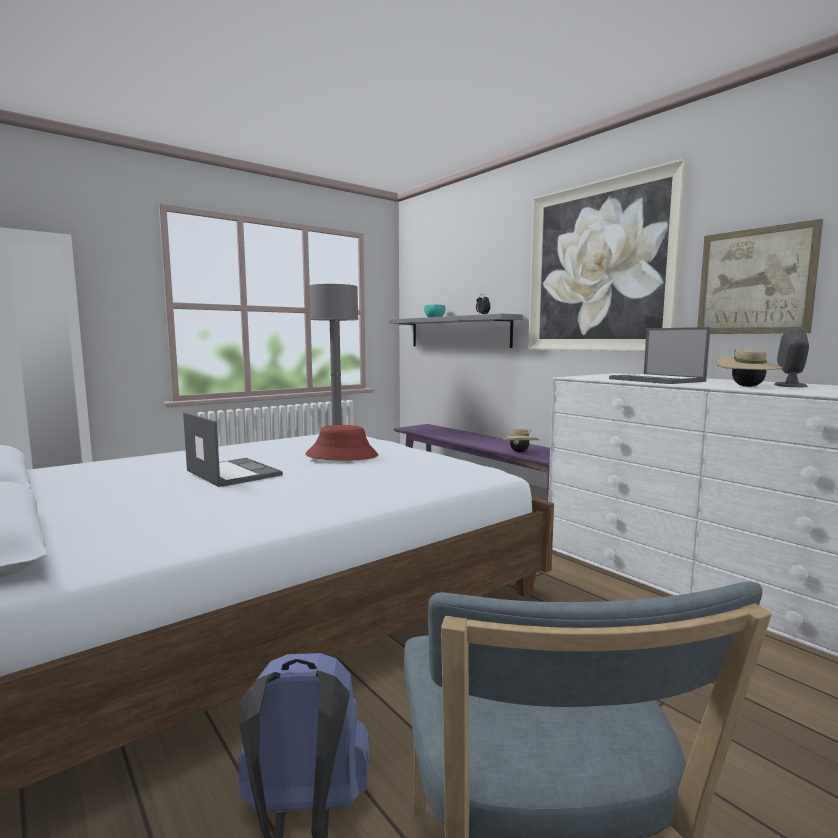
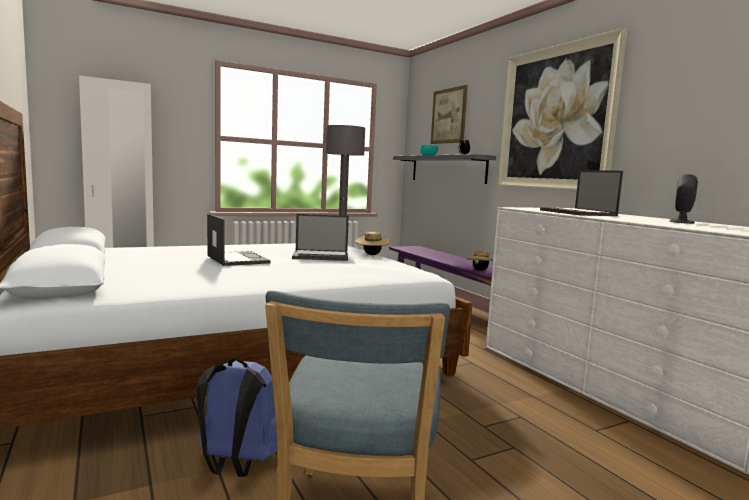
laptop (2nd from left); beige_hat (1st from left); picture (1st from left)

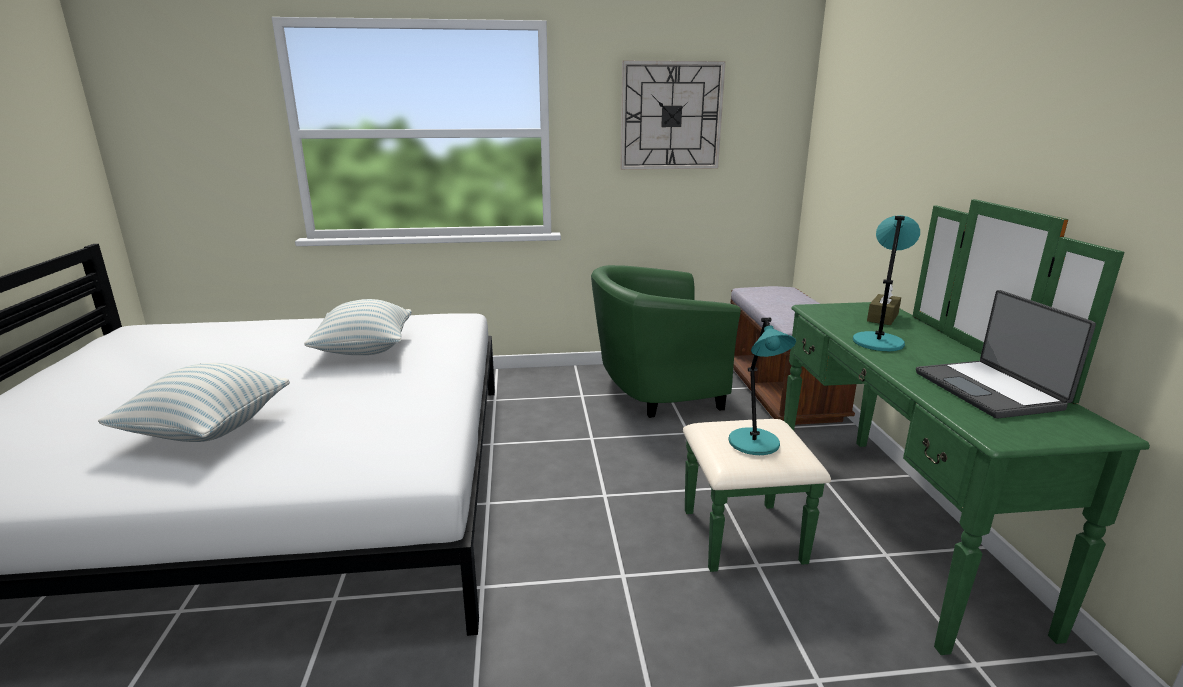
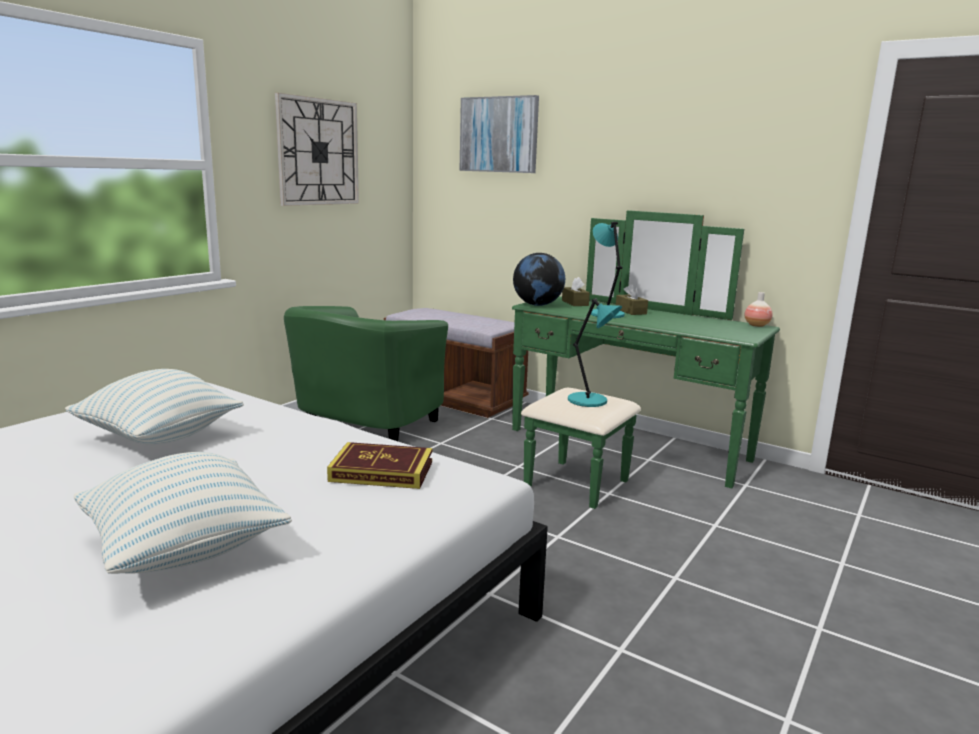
book; picture; globe; brown_tissue_box (2nd from left); vase; laptop

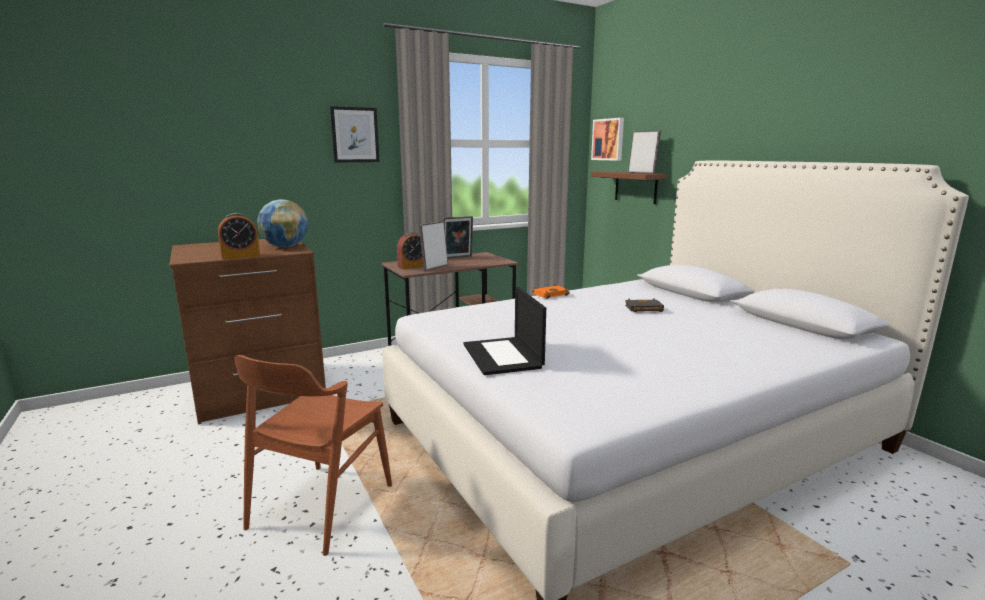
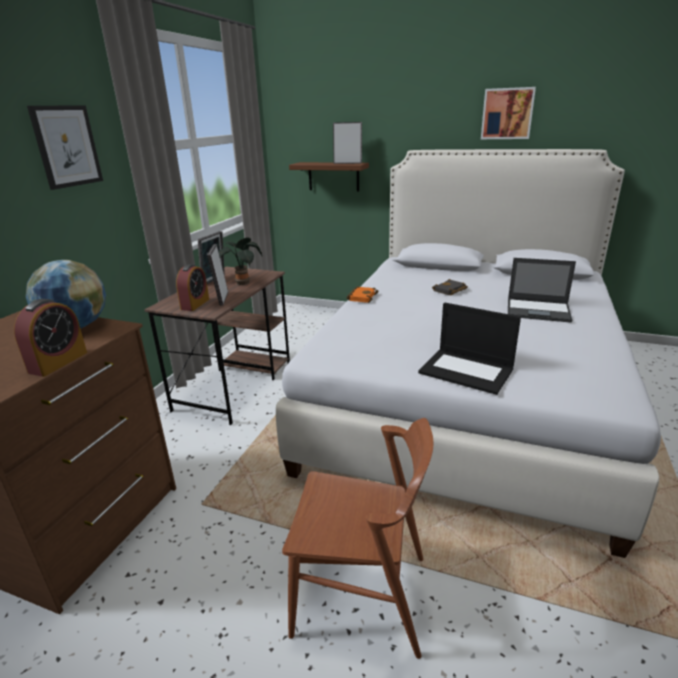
potted_plant; brown_chair; picture (2nd from left); laptop (2nd from left)

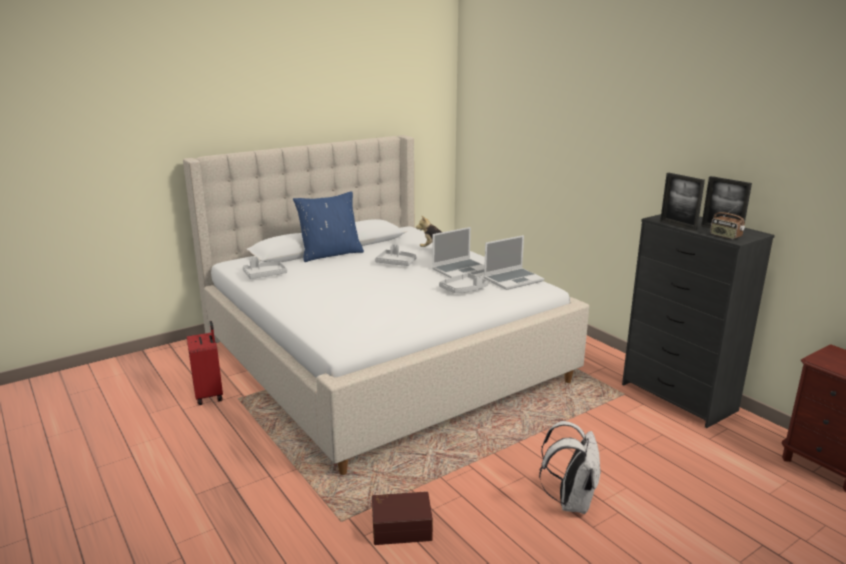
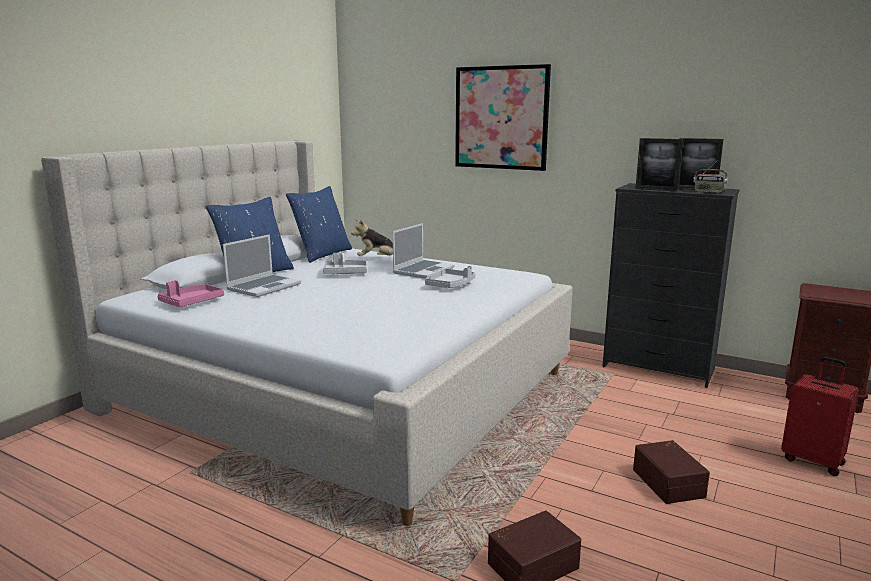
pink_tray; laptop (1st from left); blue_pillow (2nd from left); picture; brown_storage_box (2nd from left); red_suitcase

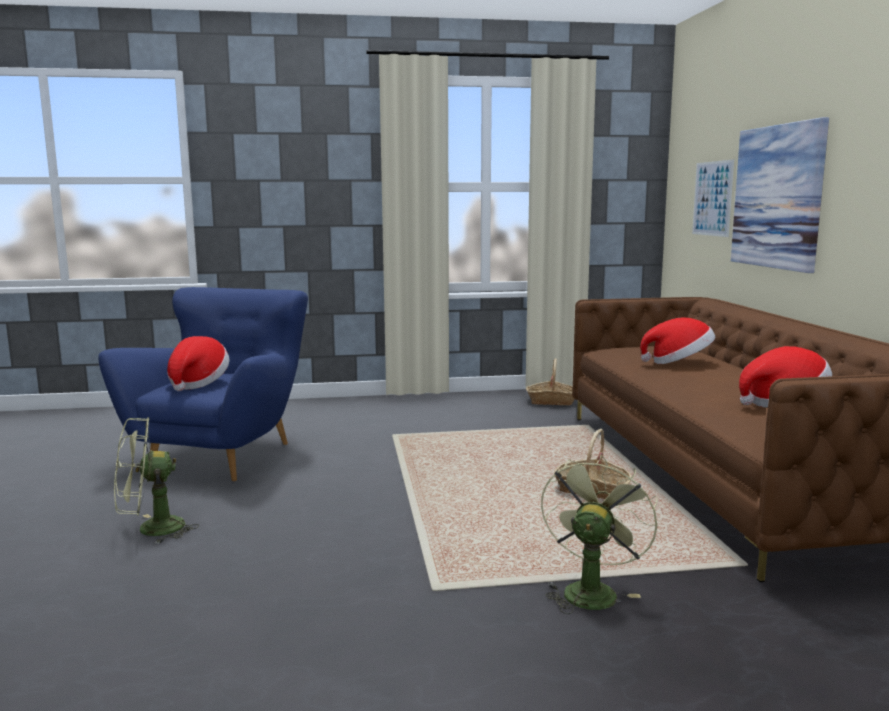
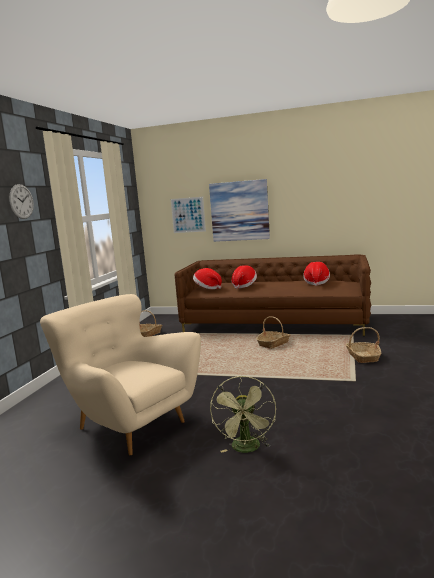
wall_clock; beige_armchair; hat (1st from left); basket (3rd from left)

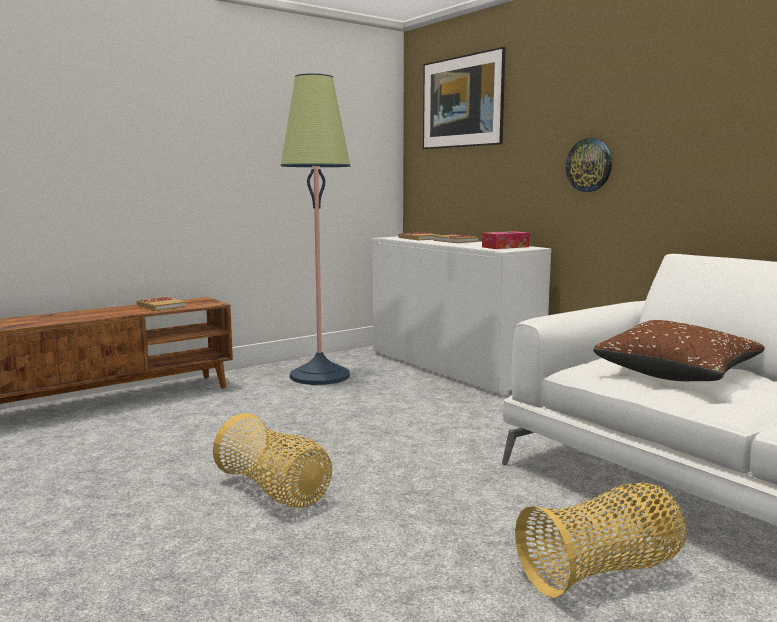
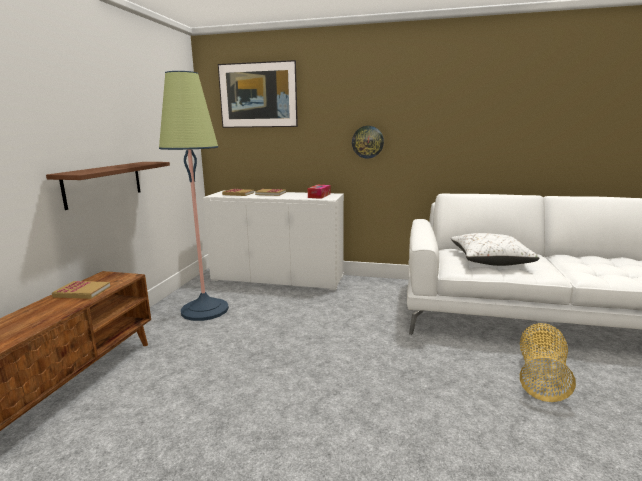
brown_shelf; white_pillow; basket (1st from left in the first image)

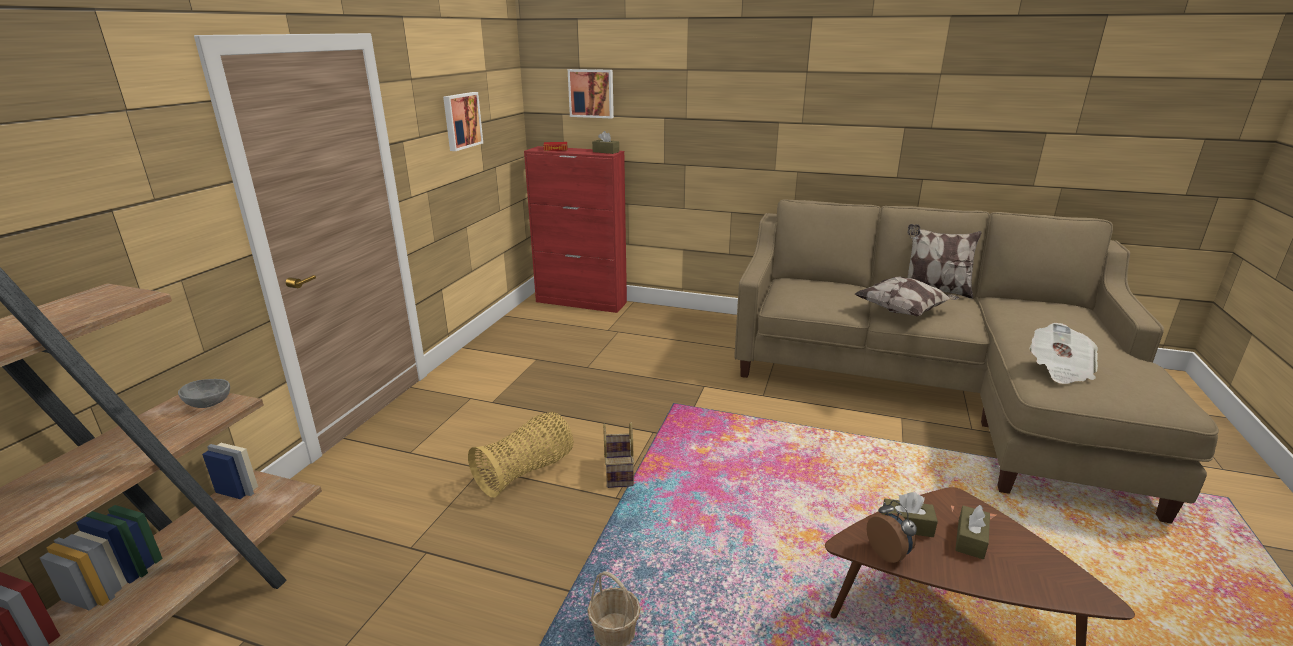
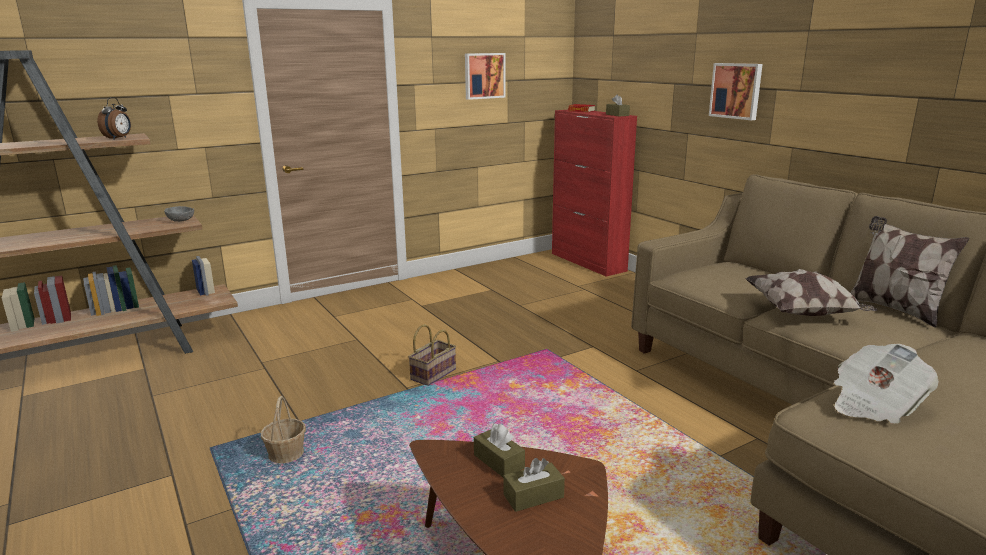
alarm_clock; picture (2nd from left); basket (1st from left in the first image)

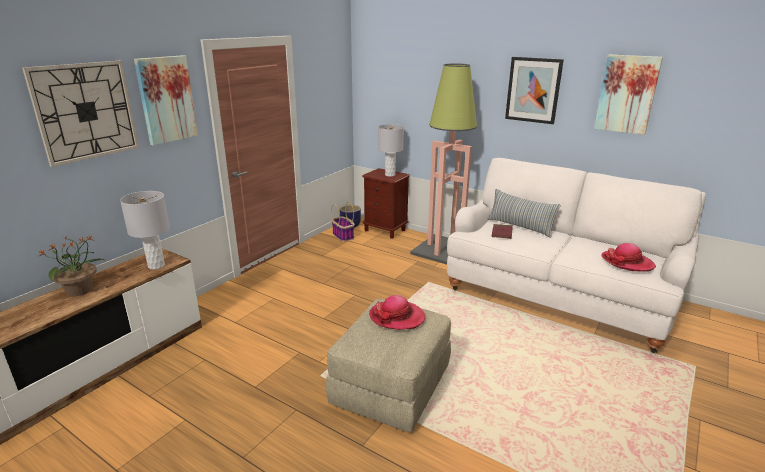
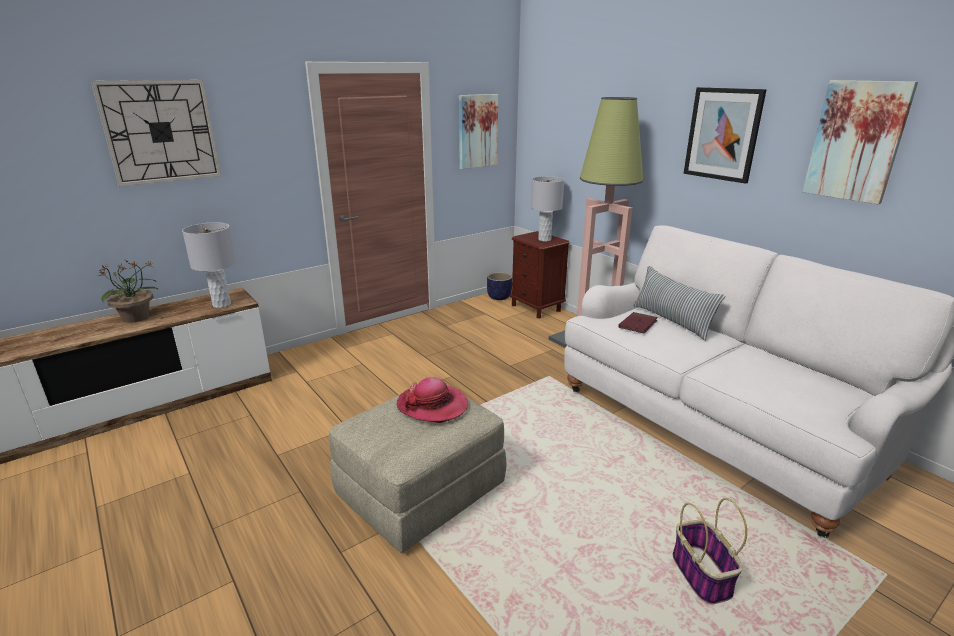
picture (1st from left); basket; hat (2nd from left in the first image)

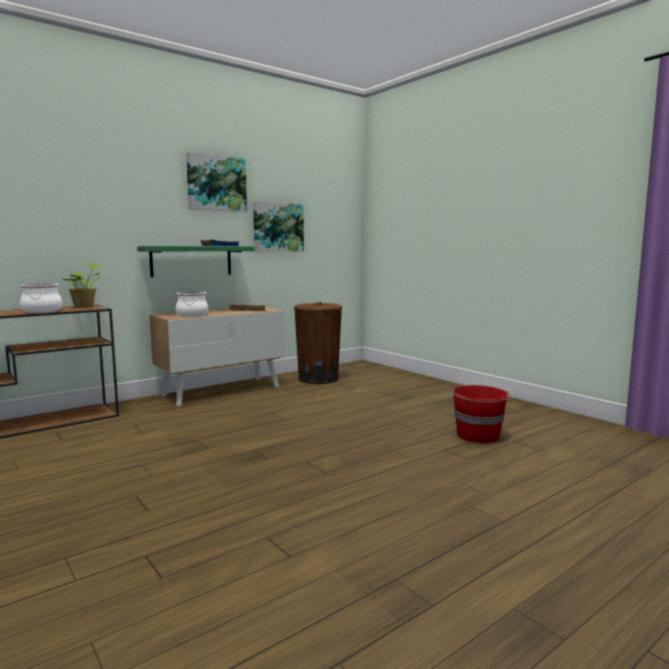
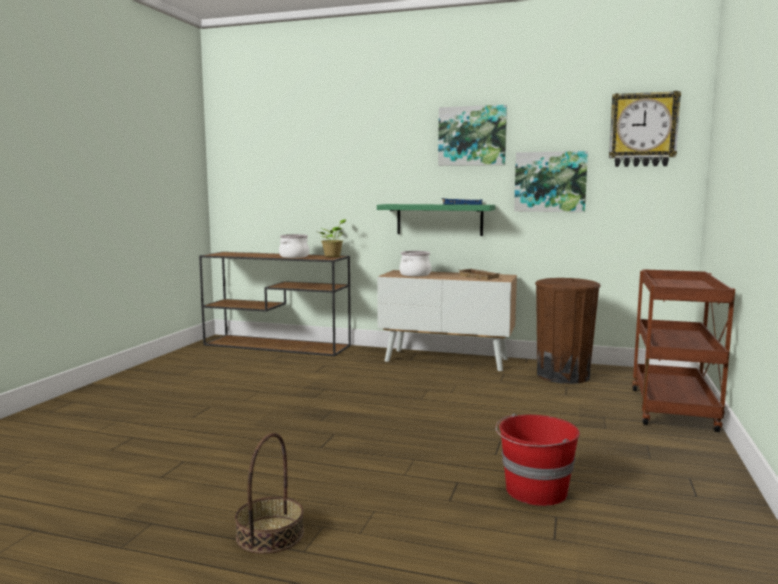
basket; wall_clock; brown_cart

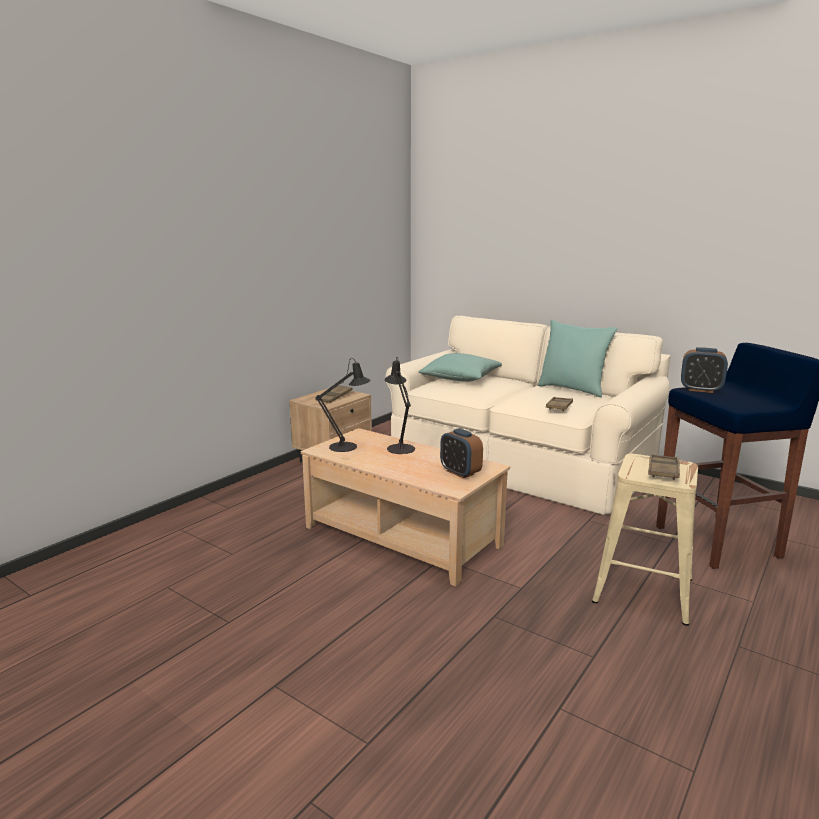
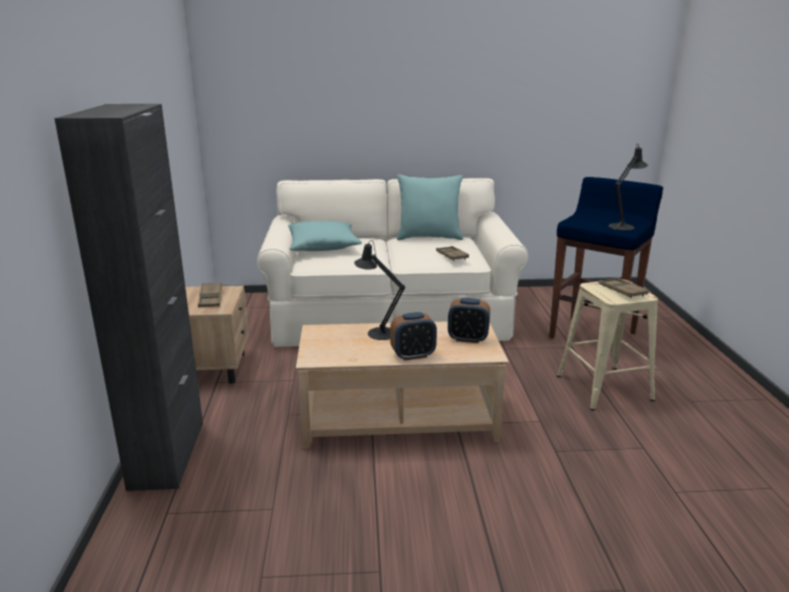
black_cabinet; alarm_clock (1st from left); black_table_lamp (2nd from left)

